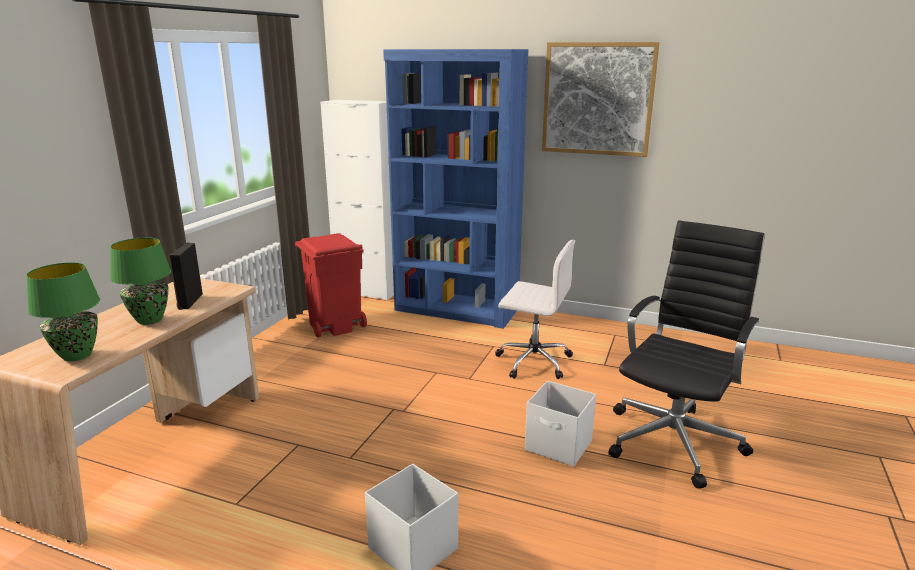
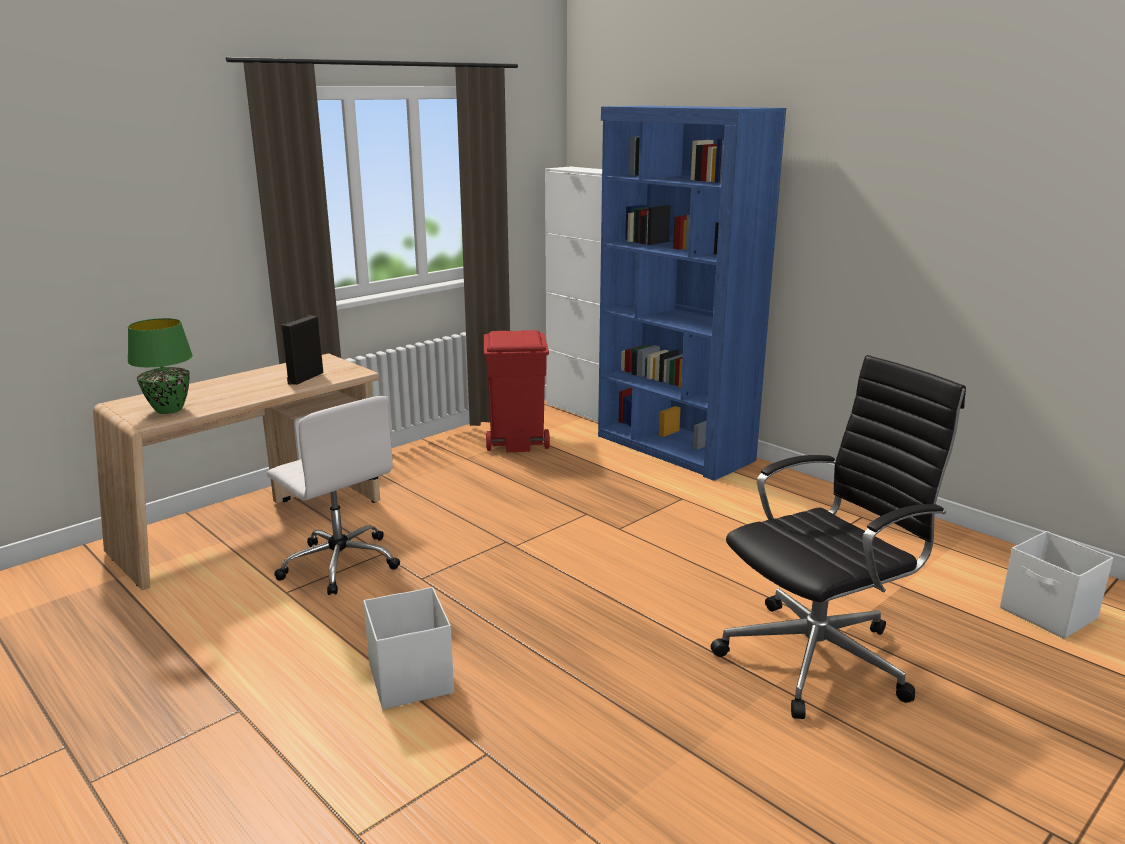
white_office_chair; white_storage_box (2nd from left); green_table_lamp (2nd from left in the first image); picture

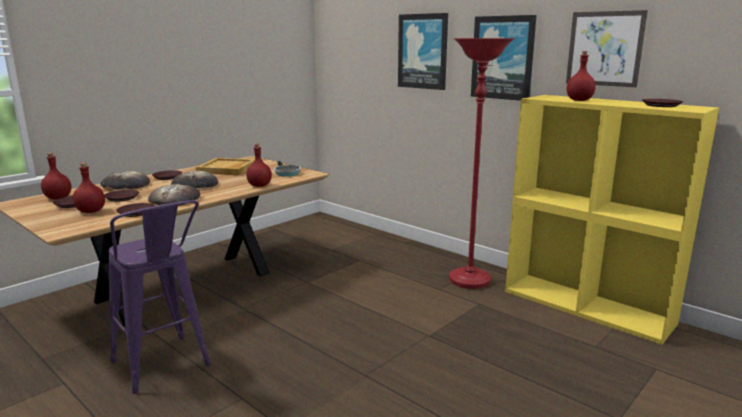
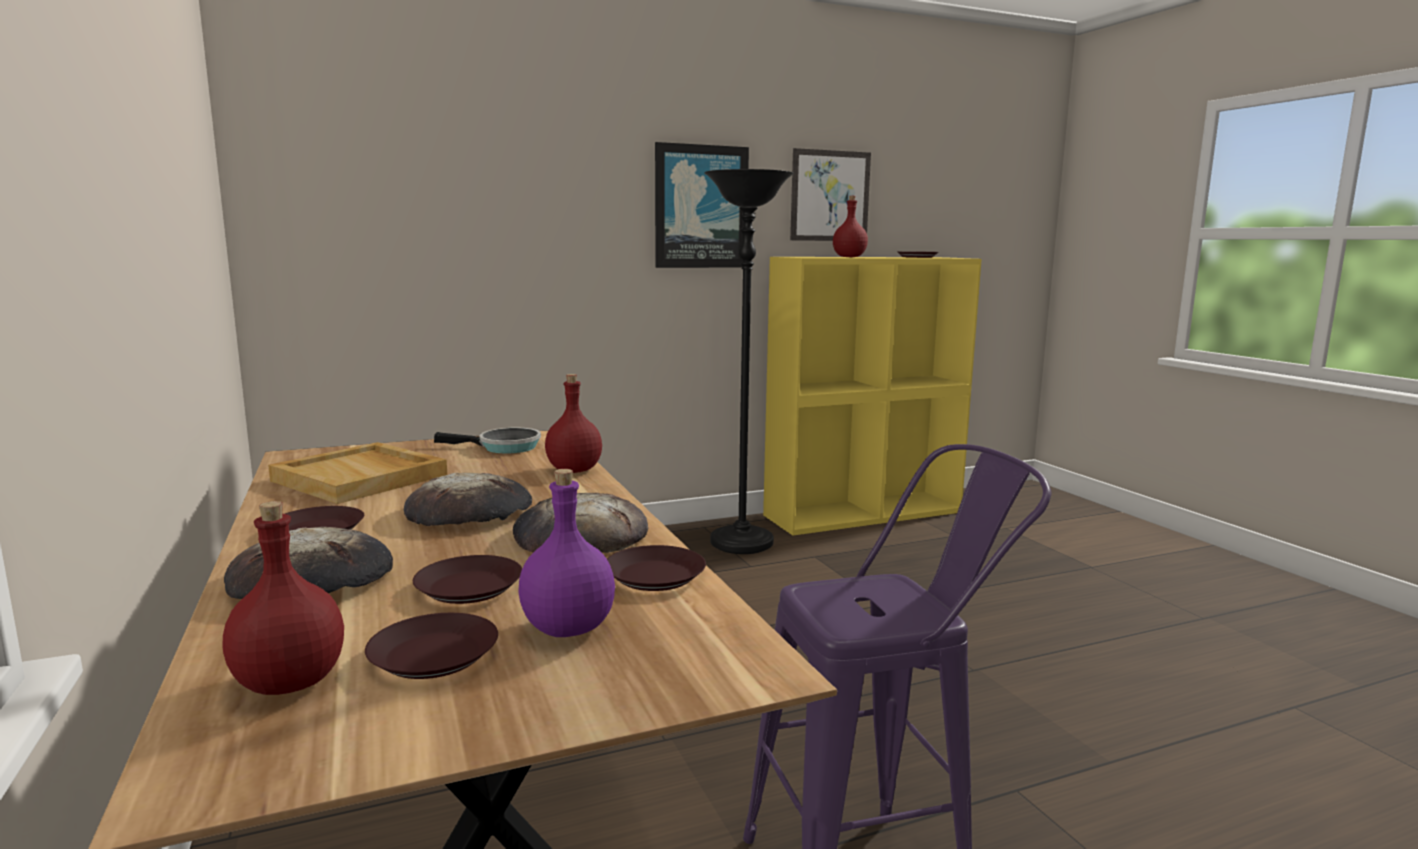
purple_bottle; black_floor_lamp; picture (1st from left in the first image)

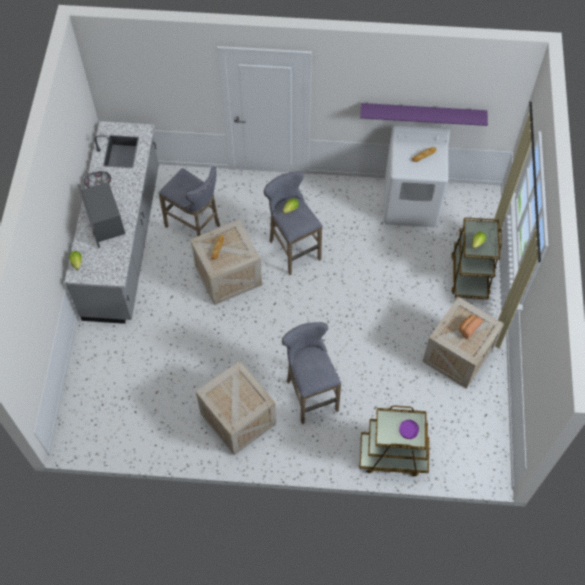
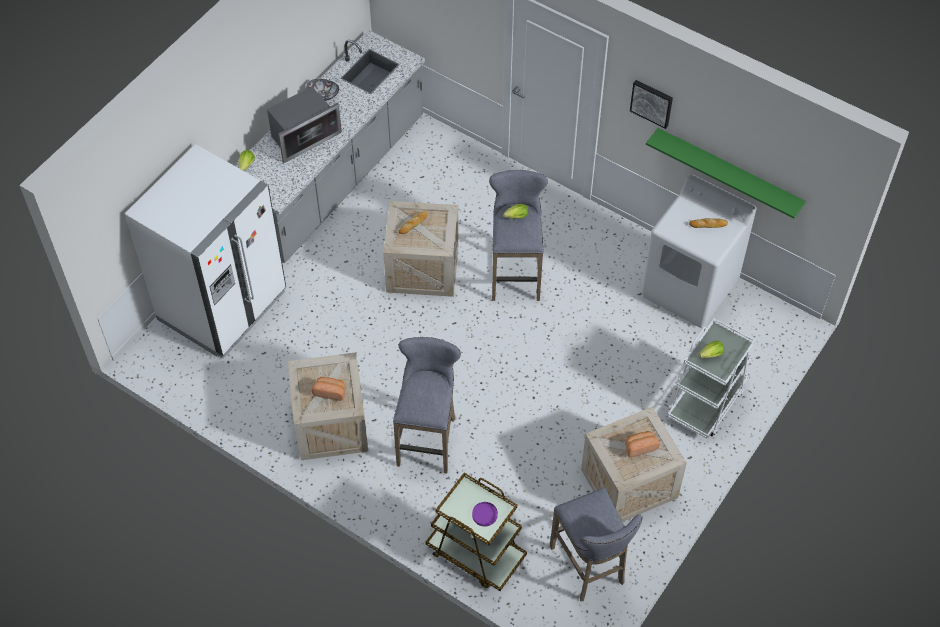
white_fridge; microwave; bread (1st from left); grey_stool (3rd from left); picture; green_shelf; white_cart

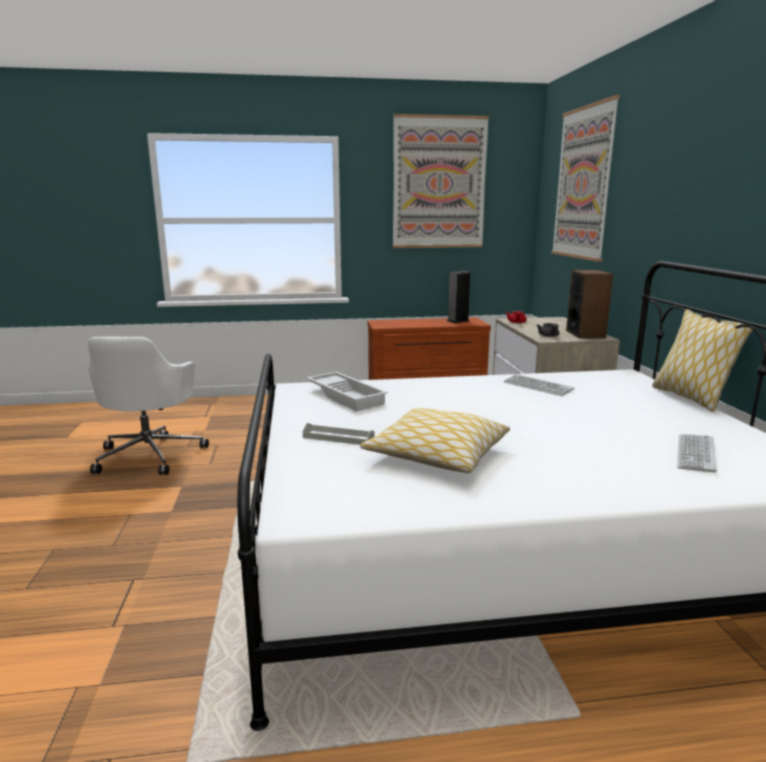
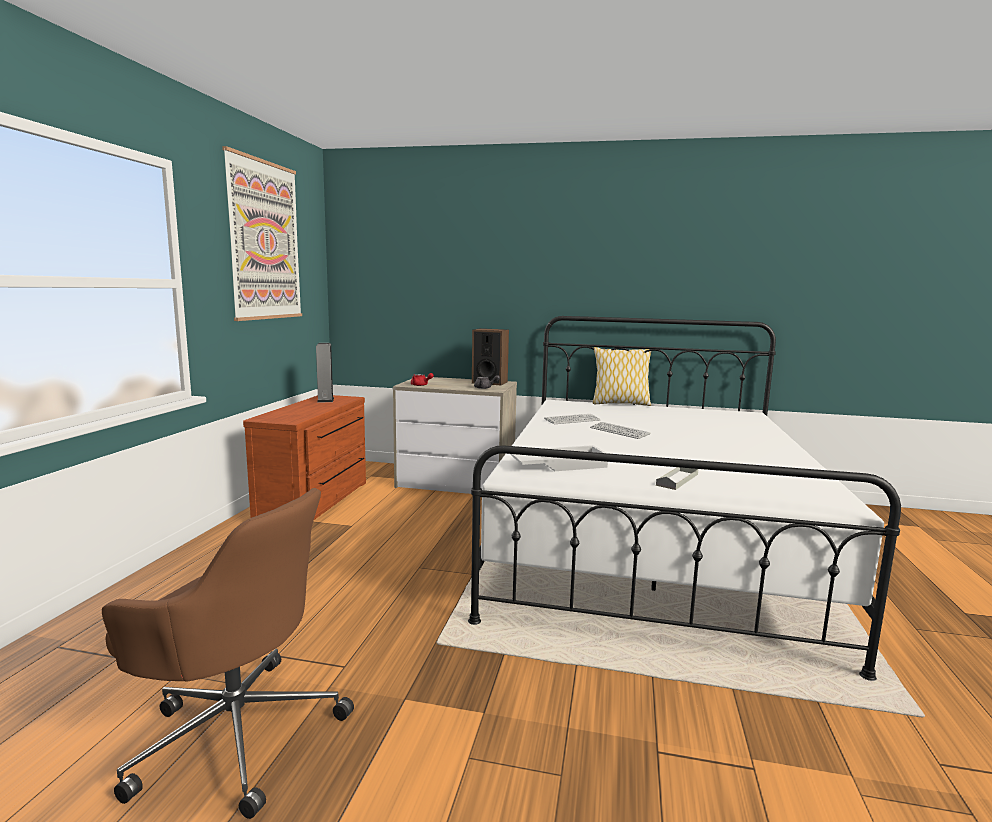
brown_office_chair; keyboard (2nd from left); pillow (1st from left in the first image); picture (2nd from left in the first image)

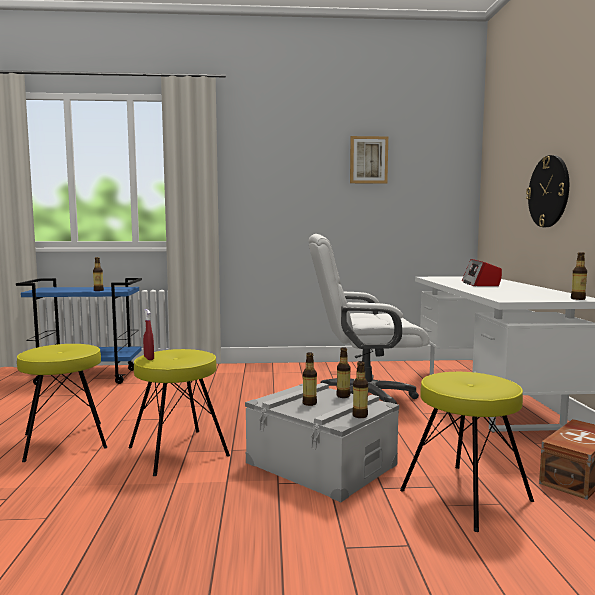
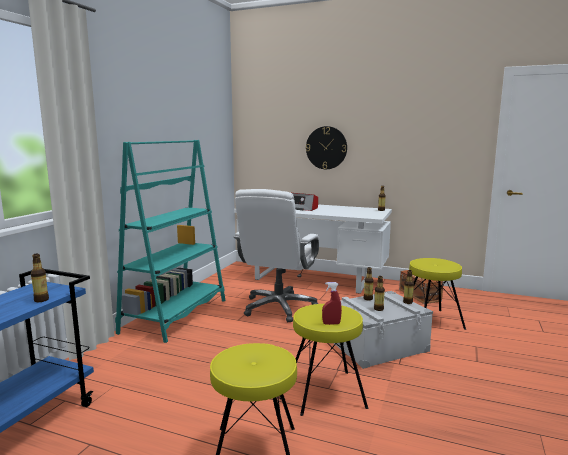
turquoise_bookcase; picture

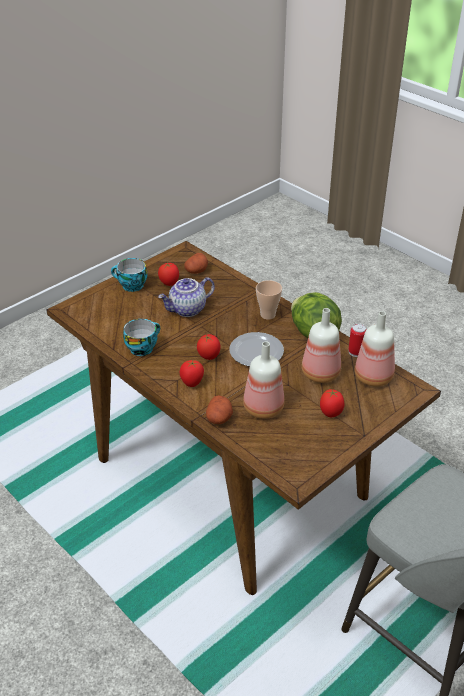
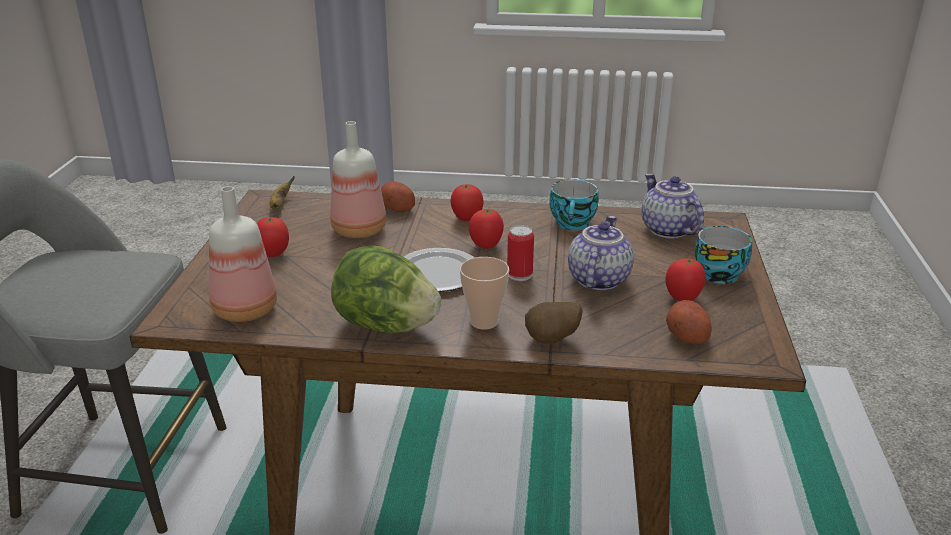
banana; can; potato (2nd from left); teapot (2nd from left); bottle (2nd from left in the first image)

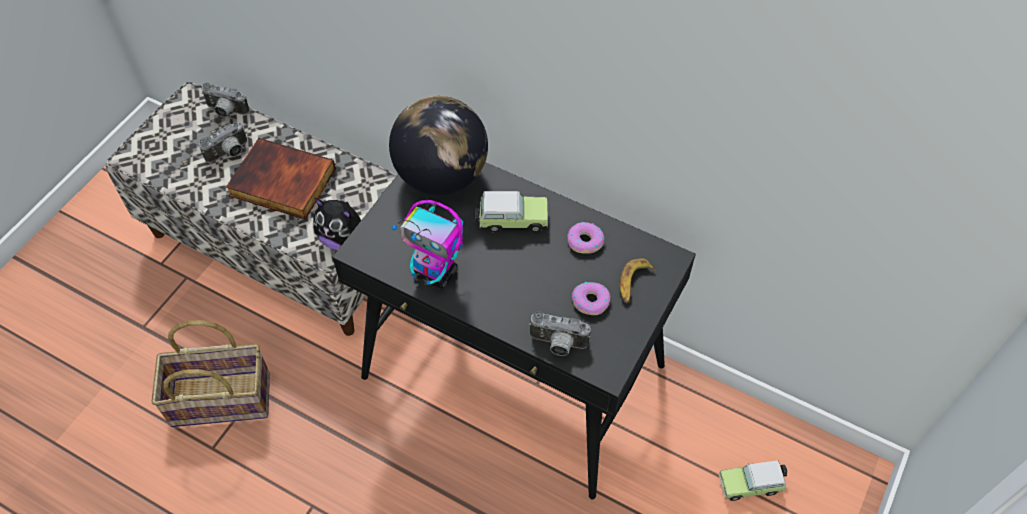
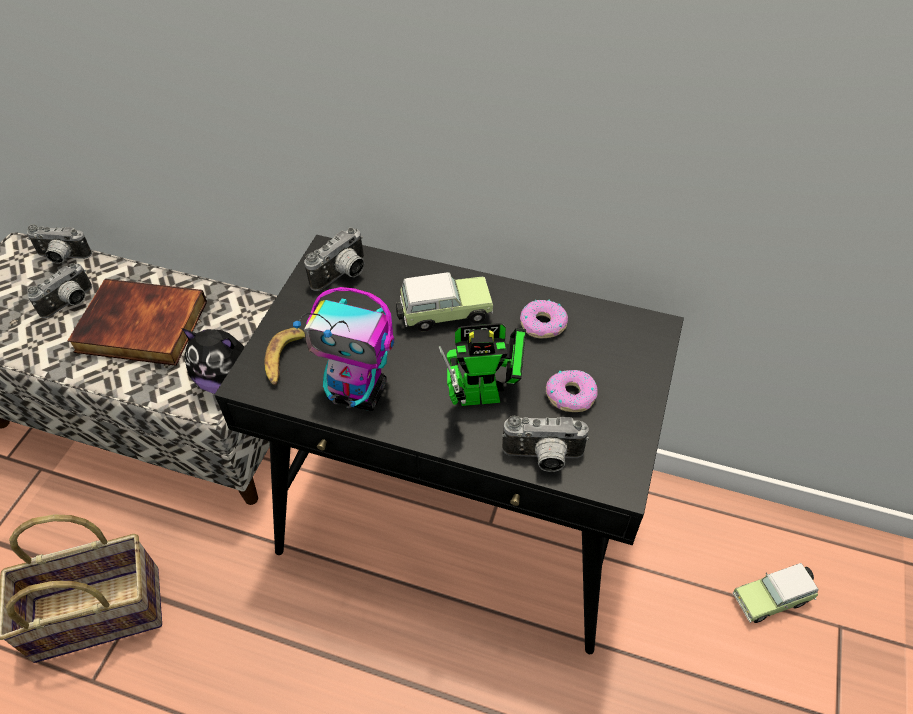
banana; photo_camera (3rd from left); toy_robot (2nd from left)

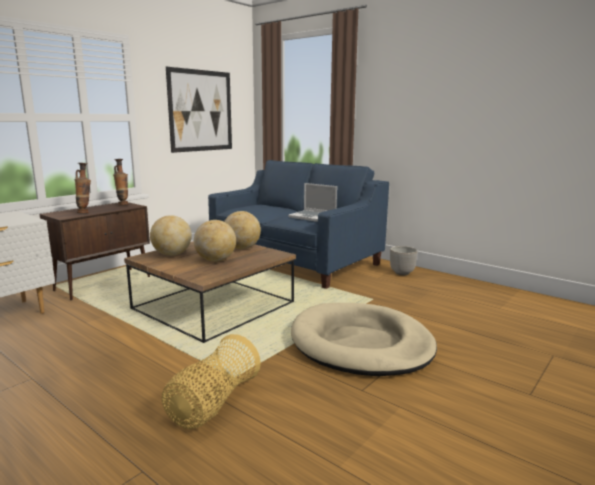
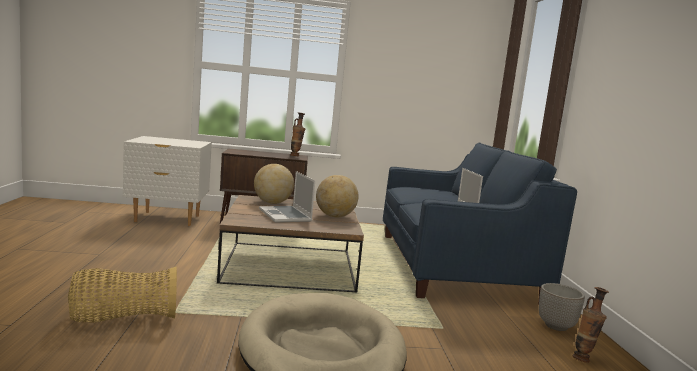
laptop (1st from left); vase (2nd from left); picture

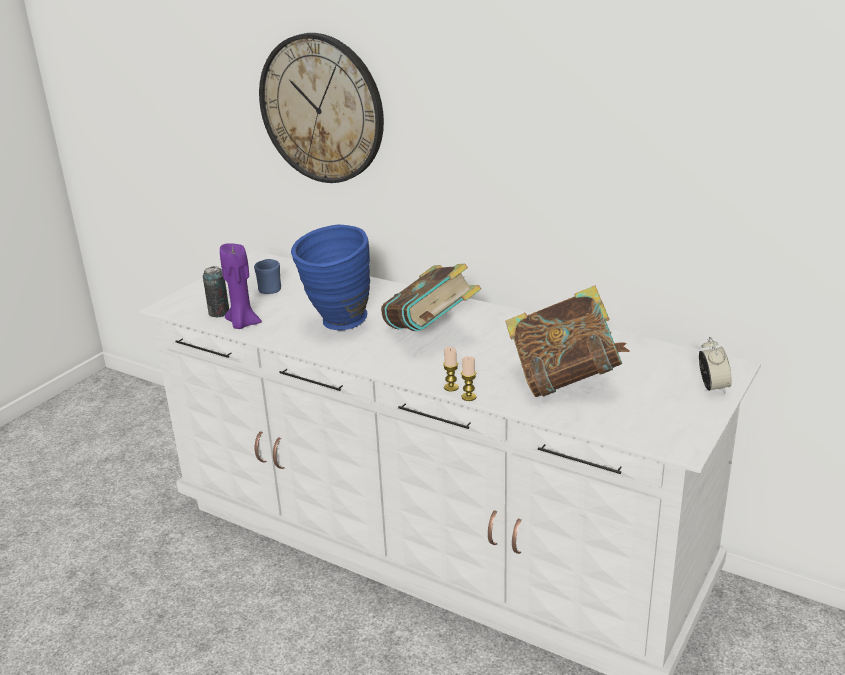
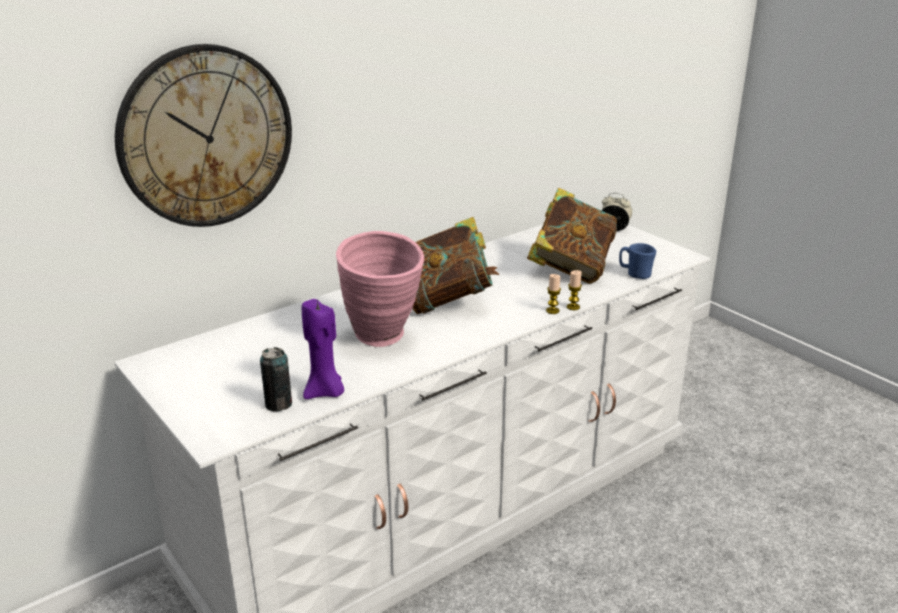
pink_vase; blue_mug

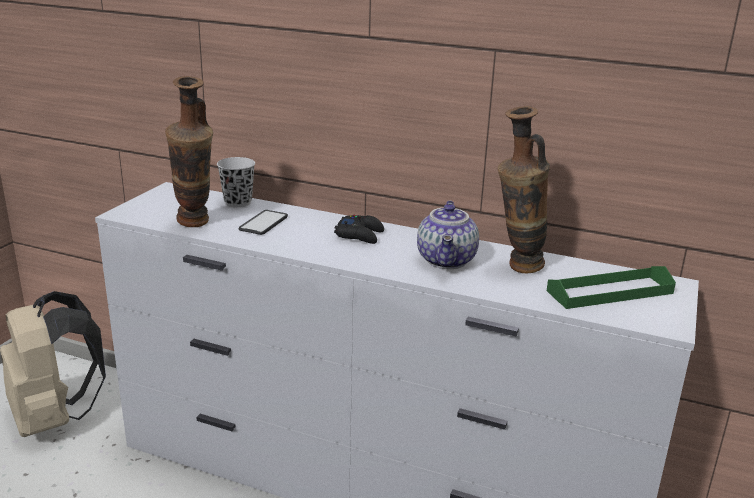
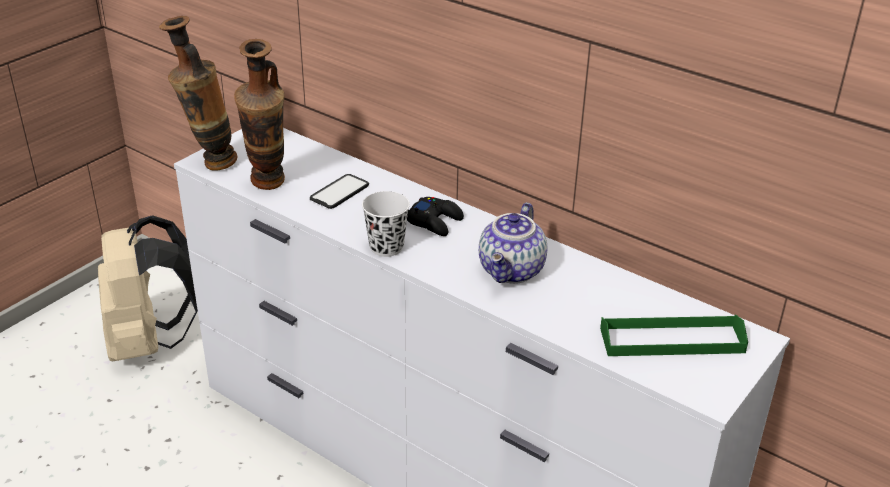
vase (1st from left); white_cup

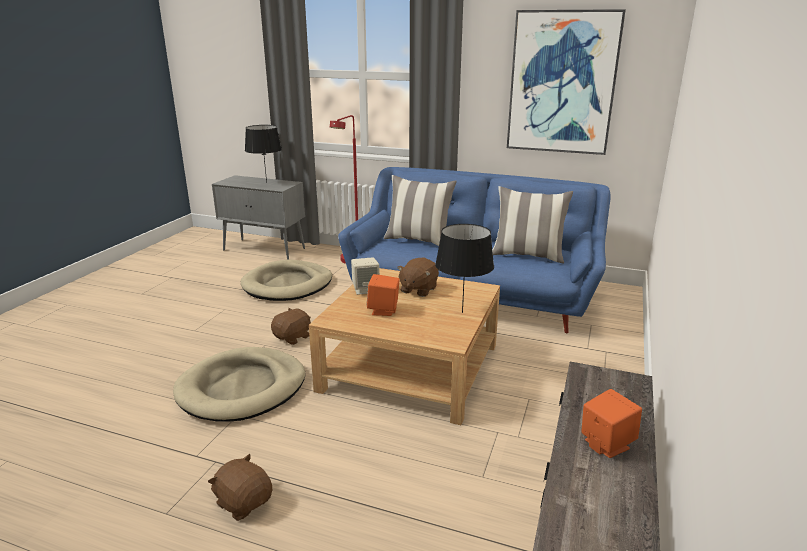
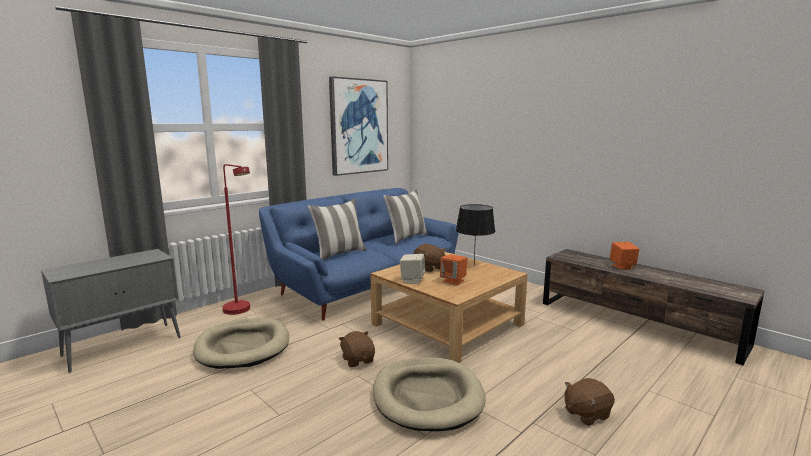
black_table_lamp (1st from left in the first image)

